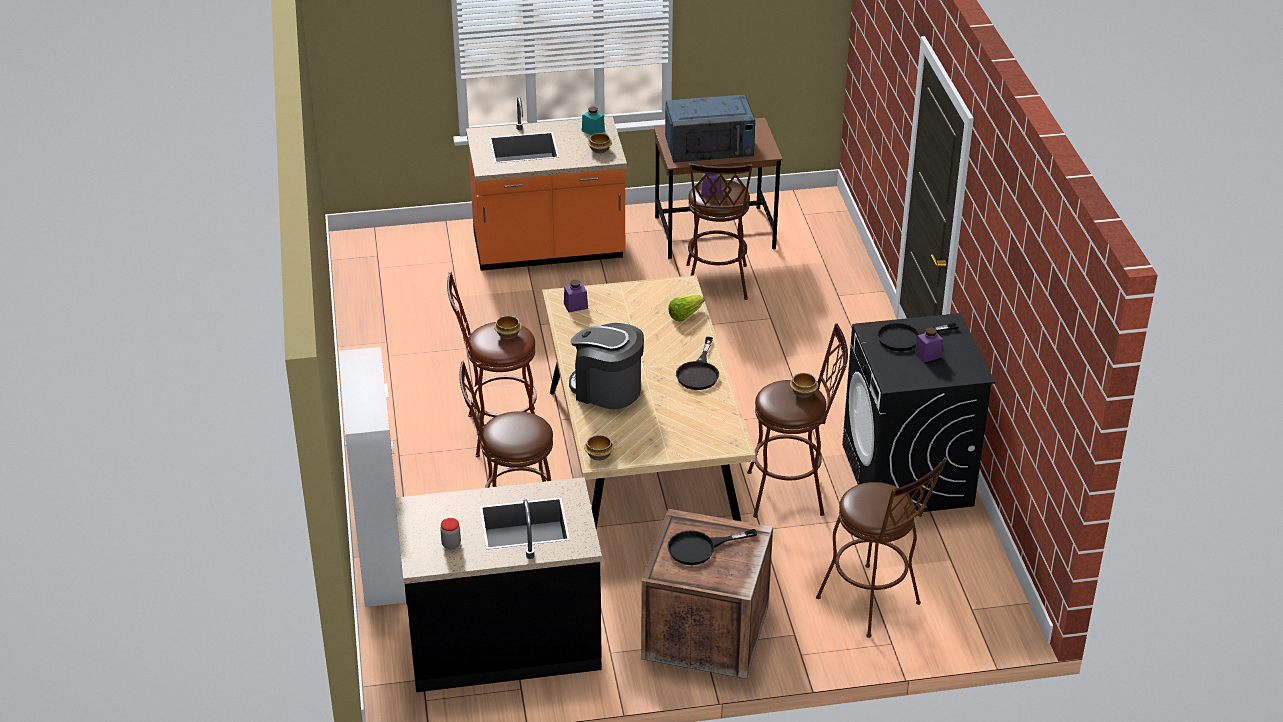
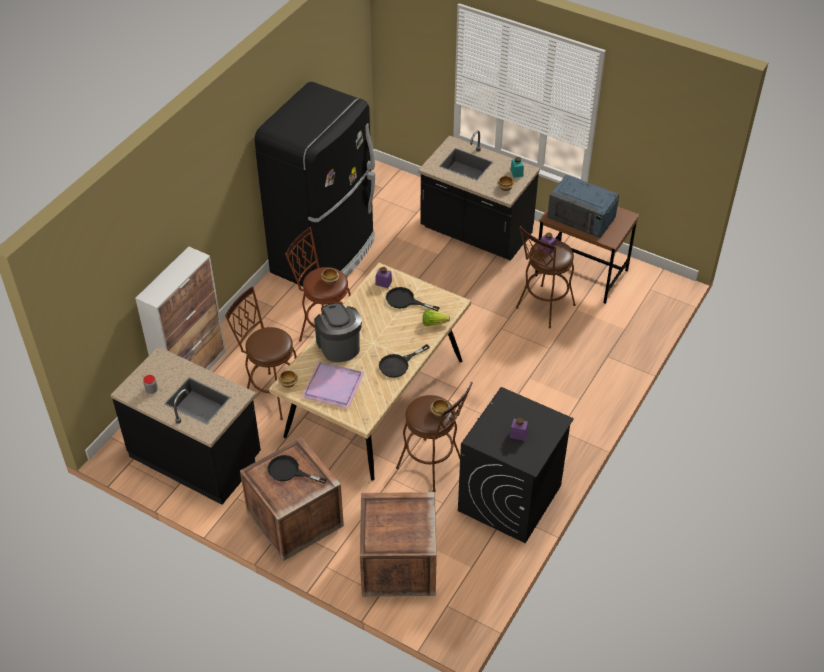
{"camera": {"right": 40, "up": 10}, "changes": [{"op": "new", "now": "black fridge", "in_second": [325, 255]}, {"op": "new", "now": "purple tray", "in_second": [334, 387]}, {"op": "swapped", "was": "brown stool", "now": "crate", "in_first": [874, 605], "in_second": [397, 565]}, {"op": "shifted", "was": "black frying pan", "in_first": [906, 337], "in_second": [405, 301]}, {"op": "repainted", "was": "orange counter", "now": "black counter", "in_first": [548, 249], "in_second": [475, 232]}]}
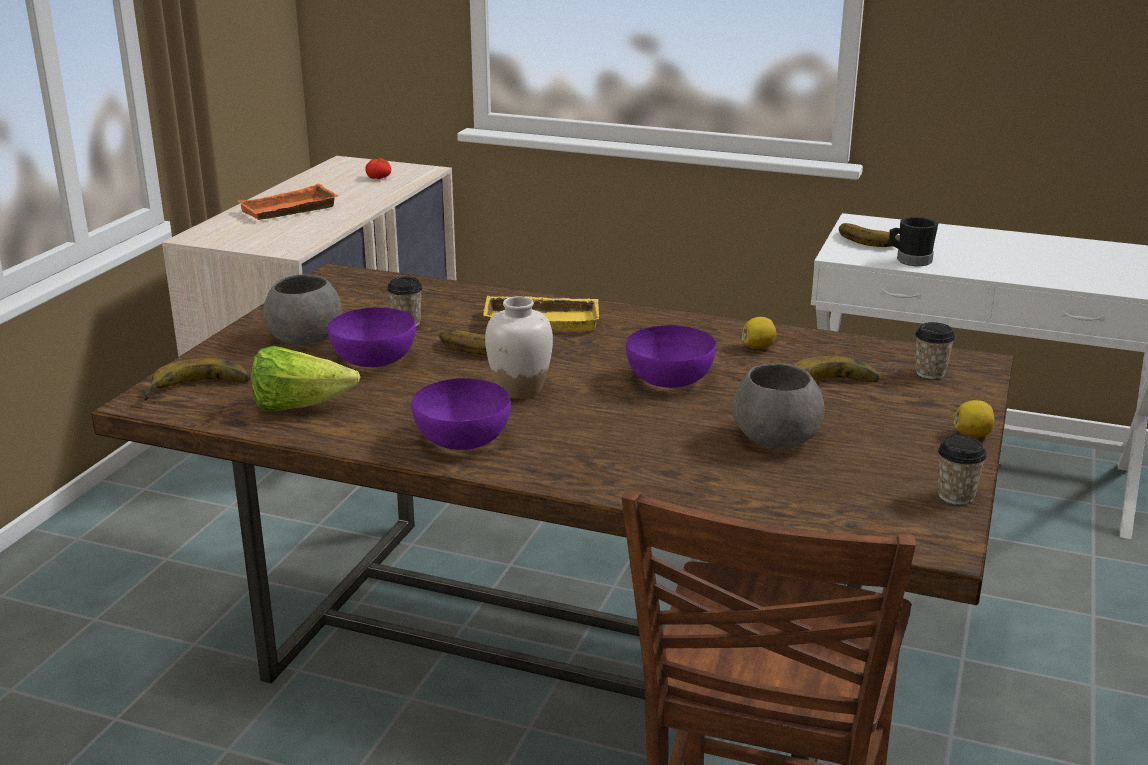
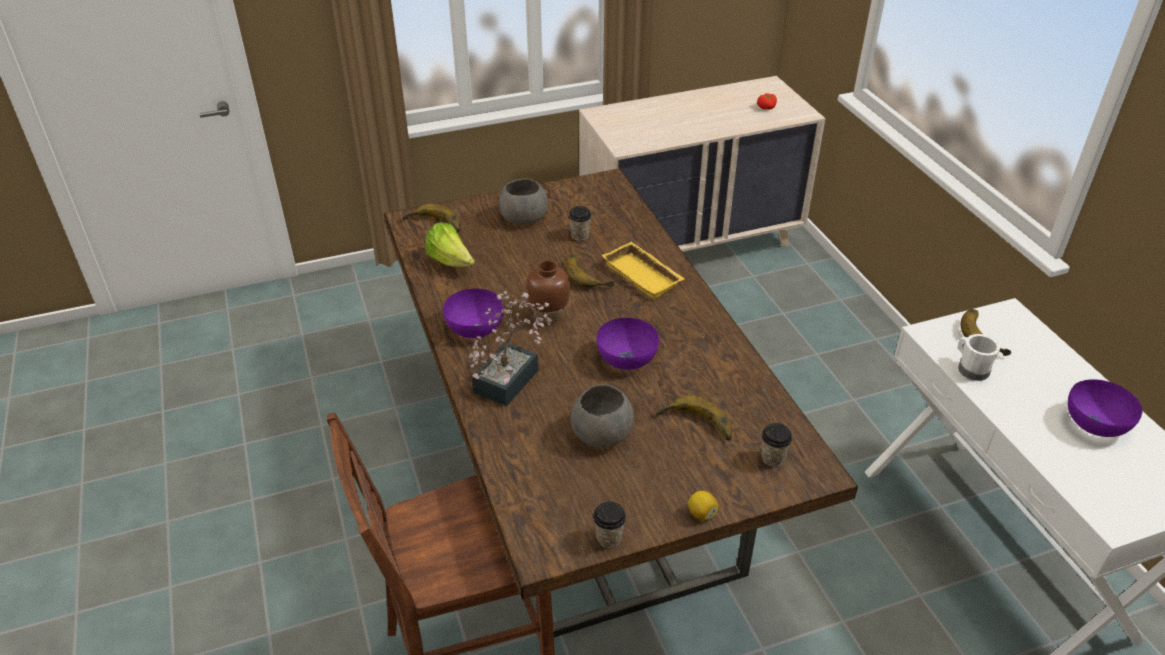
{"camera": {"right": 50, "up": 15}, "changes": [{"op": "new", "now": "potted plant", "in_second": [511, 376]}, {"op": "repainted", "was": "white vase", "now": "brown vase", "in_first": [519, 390], "in_second": [548, 315]}, {"op": "repainted", "was": "black mug", "now": "white mug", "in_first": [910, 260], "in_second": [970, 368]}, {"op": "shifted", "was": "purple bowl", "in_first": [374, 360], "in_second": [1095, 423]}, {"op": "gone", "was": "orange tray", "in_first": [289, 211]}, {"op": "gone", "was": "lemon", "in_first": [758, 347]}]}
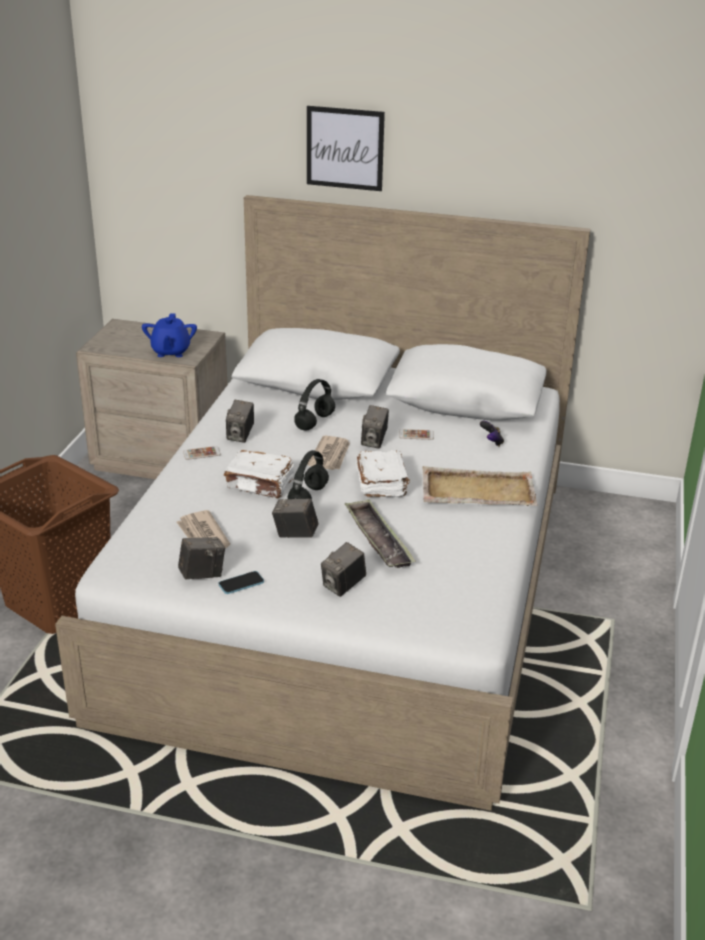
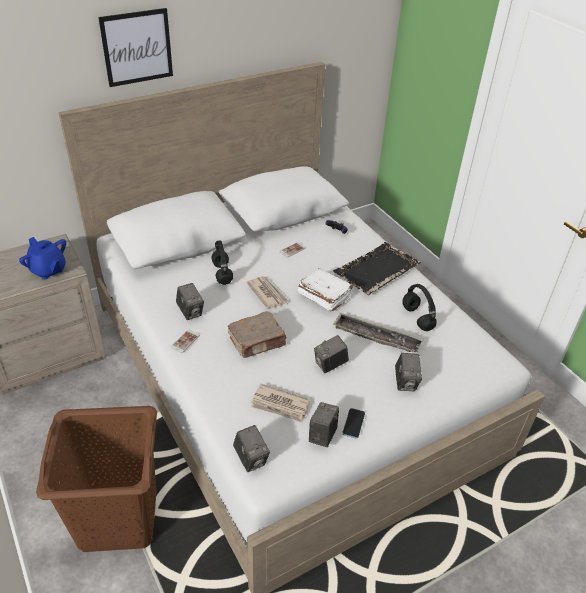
{"camera": {"right": -45, "up": 10}, "changes": [{"op": "repainted", "was": "white book", "now": "brown book", "in_first": [260, 484], "in_second": [257, 342]}, {"op": "shifted", "was": "photo camera", "in_first": [374, 441], "in_second": [251, 458]}, {"op": "repainted", "was": "beige tray", "now": "black tray", "in_first": [476, 491], "in_second": [376, 270]}, {"op": "shifted", "was": "black headphones", "in_first": [308, 497], "in_second": [416, 318]}]}
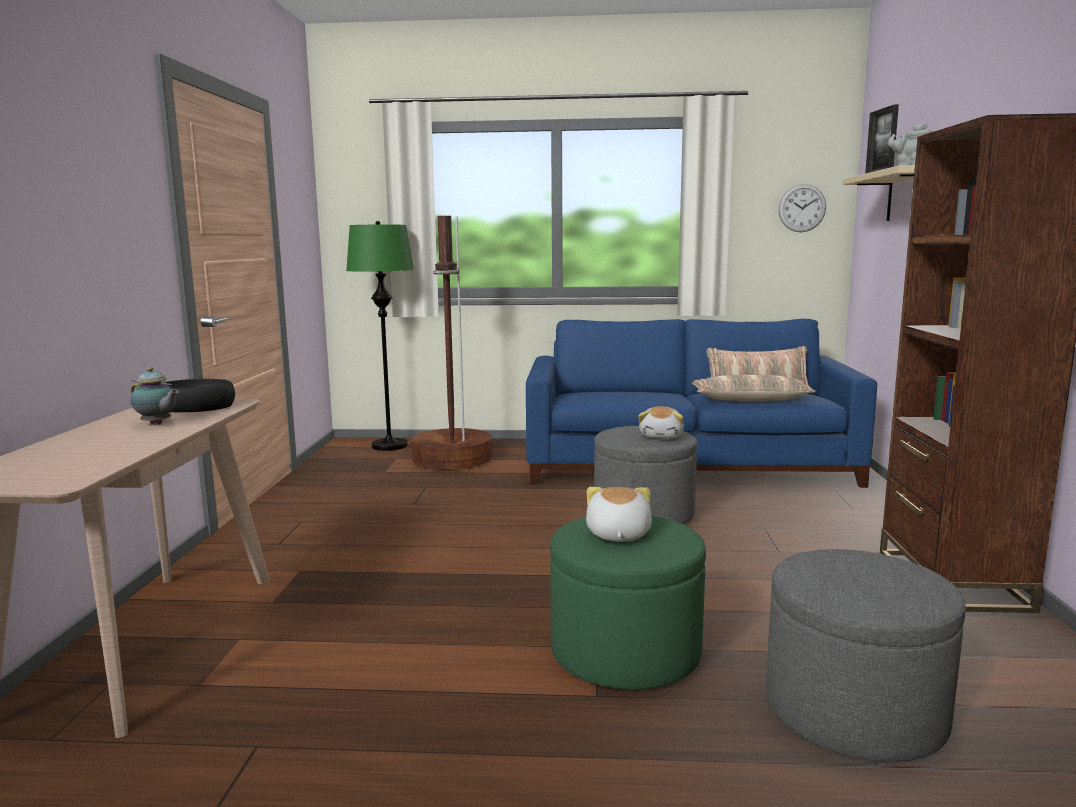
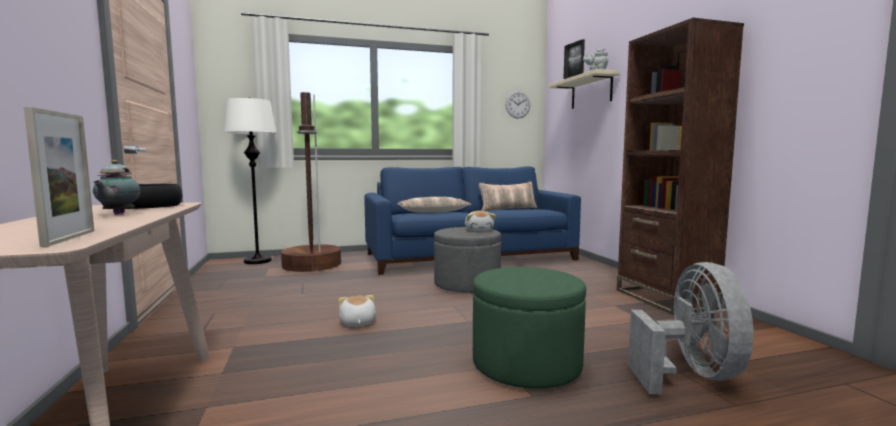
{"camera": {"right": -20, "up": -5}, "changes": [{"op": "new", "now": "picture frame", "in_second": [69, 238]}, {"op": "rotated", "was": "teapot", "in_first": [157, 424], "in_second": [117, 214], "clockwise": 75}, {"op": "repainted", "was": "green floor lamp", "now": "white floor lamp", "in_first": [389, 445], "in_second": [258, 261]}, {"op": "shifted", "was": "plush toy", "in_first": [617, 535], "in_second": [357, 322]}, {"op": "shifted", "was": "pillow", "in_first": [750, 399], "in_second": [433, 212]}, {"op": "swapped", "was": "grey ottoman", "now": "grey fan", "in_first": [853, 710], "in_second": [691, 375]}]}
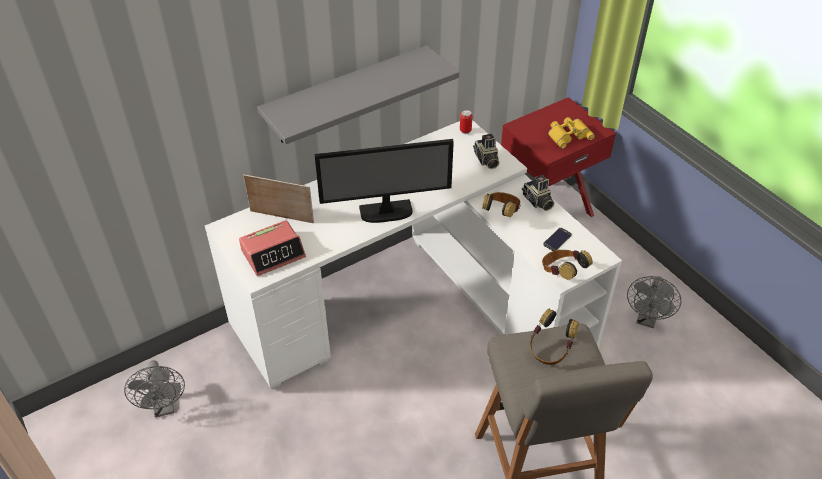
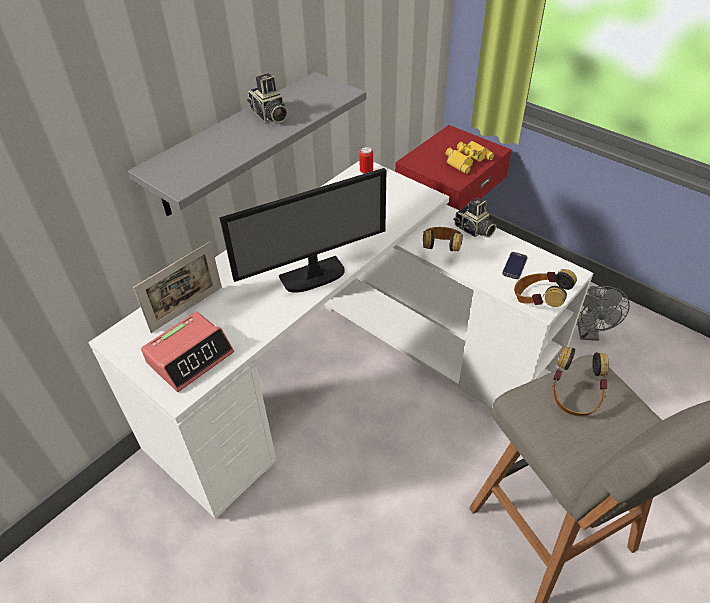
{"camera": {"right": -15, "up": 0}, "changes": [{"op": "rotated", "was": "picture frame", "in_first": [282, 217], "in_second": [187, 309], "clockwise": 135}, {"op": "shifted", "was": "photo camera", "in_first": [486, 160], "in_second": [269, 115]}, {"op": "gone", "was": "grey fan", "in_first": [164, 407]}]}
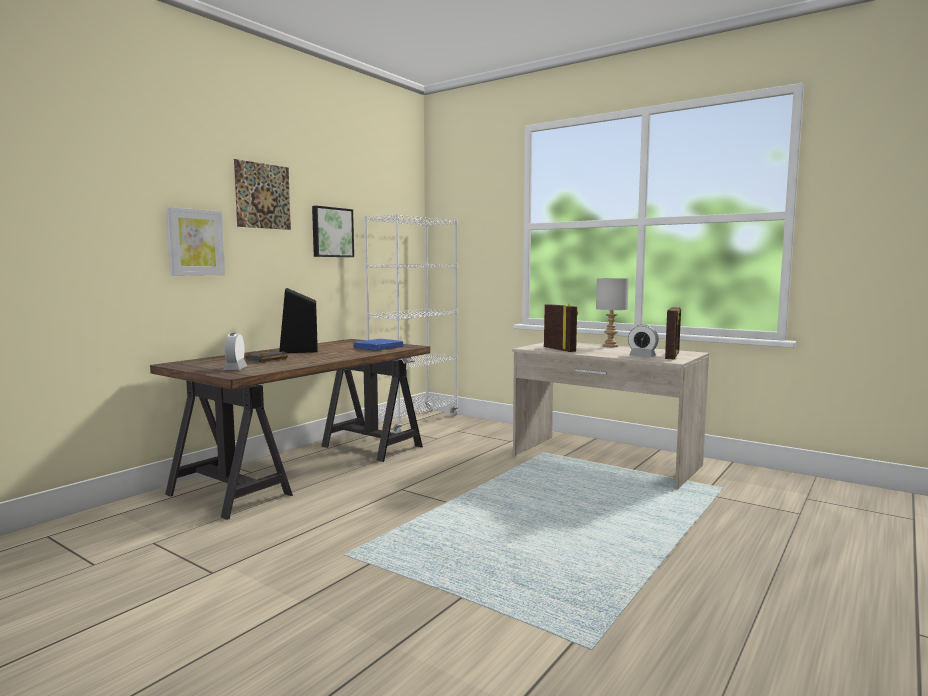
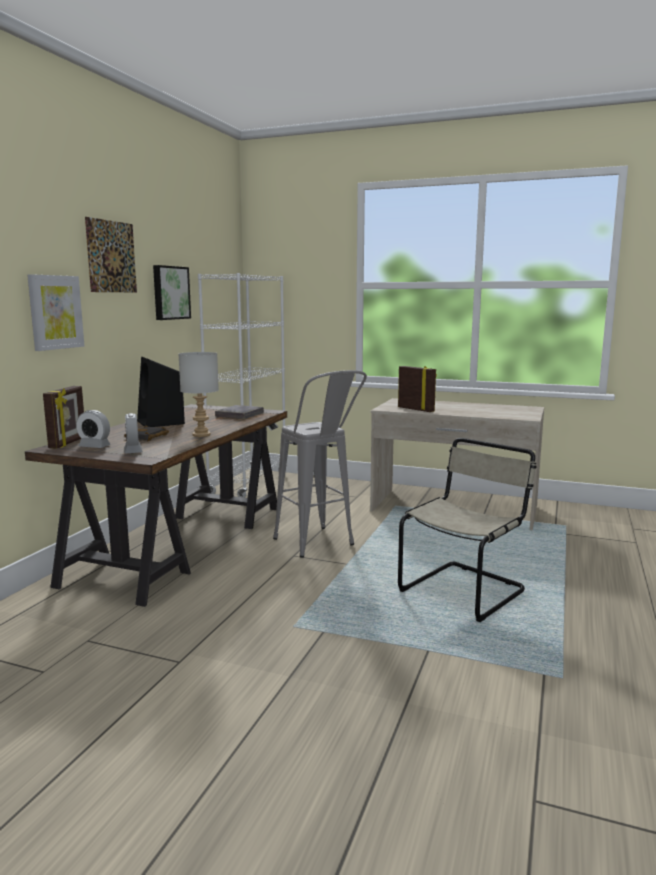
{"camera": {"right": -15, "up": 5}, "changes": [{"op": "shifted", "was": "picture frame", "in_first": [672, 356], "in_second": [68, 443]}, {"op": "shifted", "was": "alarm clock", "in_first": [642, 356], "in_second": [94, 446]}, {"op": "shifted", "was": "grey table lamp", "in_first": [610, 346], "in_second": [201, 435]}, {"op": "repainted", "was": "blue book", "now": "grey book", "in_first": [378, 348], "in_second": [239, 415]}, {"op": "new", "now": "grey stool", "in_second": [319, 546]}, {"op": "new", "now": "beige chair", "in_second": [465, 589]}]}
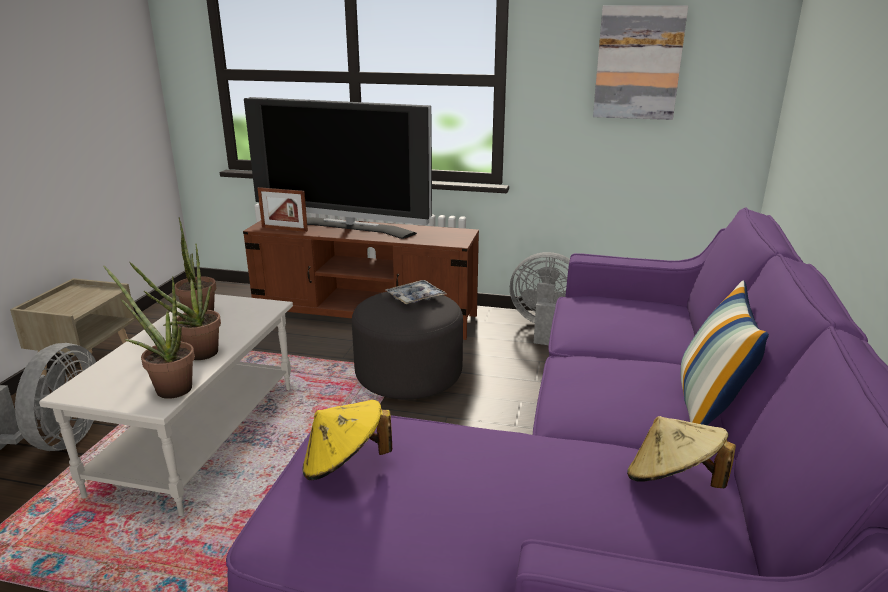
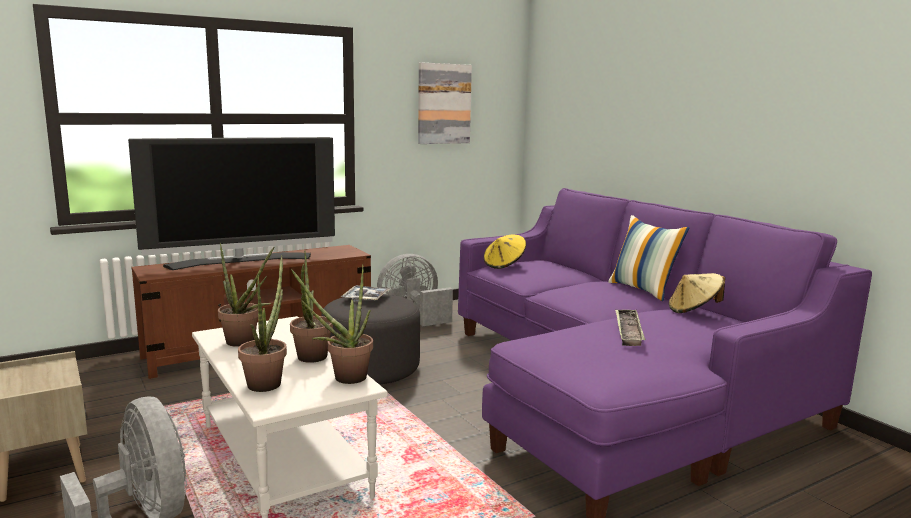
{"camera": {"right": -45, "up": -10}, "changes": [{"op": "new", "now": "potted plant", "in_second": [267, 382]}, {"op": "shifted", "was": "yellow hat", "in_first": [345, 464], "in_second": [504, 265]}, {"op": "new", "now": "tray", "in_second": [628, 331]}, {"op": "gone", "was": "picture frame", "in_first": [284, 229]}]}
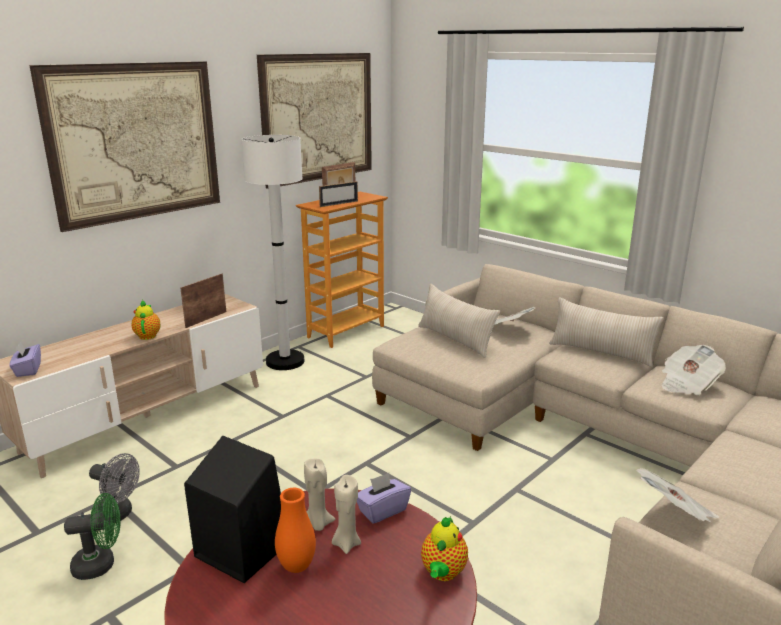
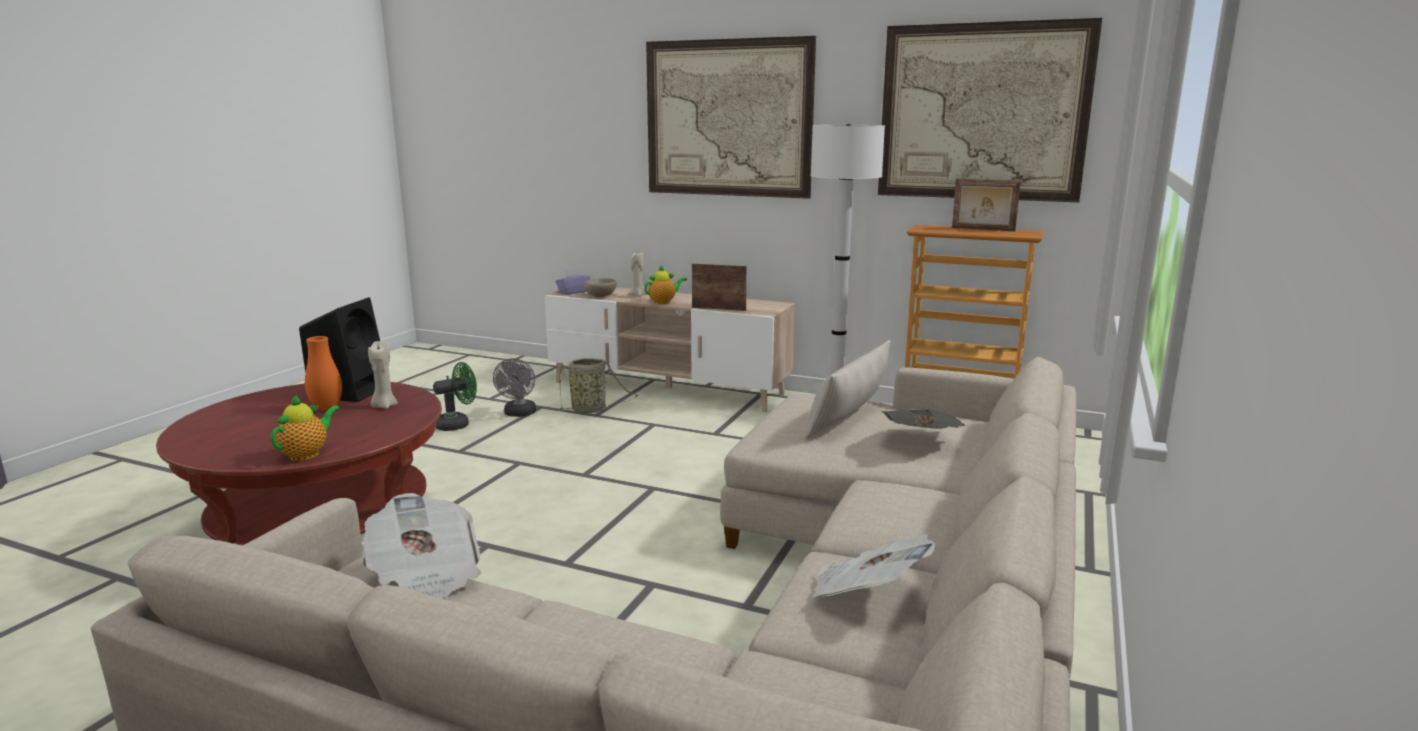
{"camera": {"right": 70, "up": -5}, "changes": [{"op": "rotated", "was": "teapot", "in_first": [443, 573], "in_second": [307, 454], "clockwise": 120}, {"op": "rotated", "was": "green fan", "in_first": [101, 564], "in_second": [458, 424], "clockwise": -90}, {"op": "new", "now": "basket", "in_second": [591, 410]}, {"op": "new", "now": "beige bowl", "in_second": [600, 296]}, {"op": "shifted", "was": "beige candle", "in_first": [346, 543], "in_second": [637, 295]}, {"op": "gone", "was": "picture frame", "in_first": [339, 204]}, {"op": "gone", "was": "purple tissue box", "in_first": [382, 510]}, {"op": "gone", "was": "beige pillow", "in_first": [601, 352]}]}
